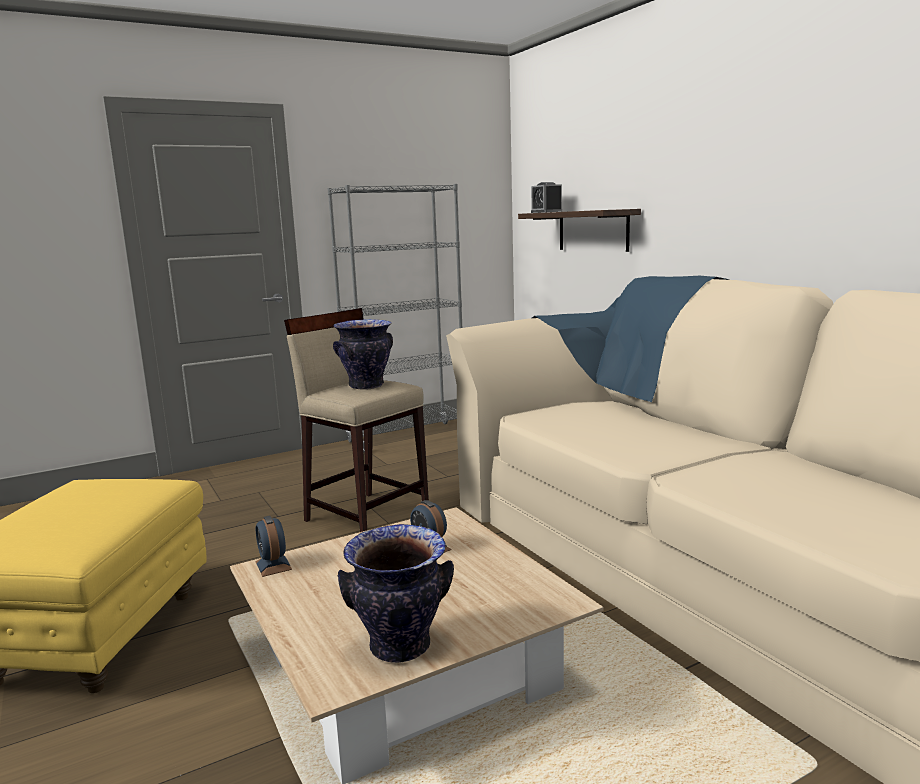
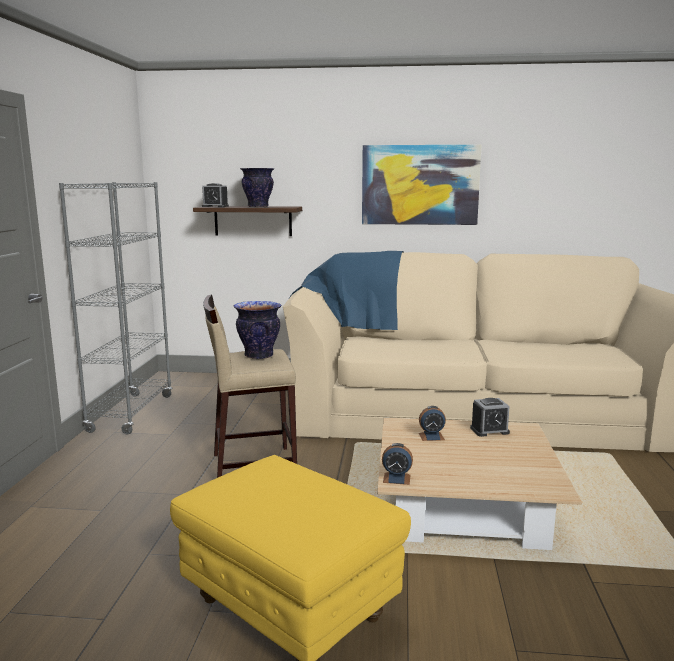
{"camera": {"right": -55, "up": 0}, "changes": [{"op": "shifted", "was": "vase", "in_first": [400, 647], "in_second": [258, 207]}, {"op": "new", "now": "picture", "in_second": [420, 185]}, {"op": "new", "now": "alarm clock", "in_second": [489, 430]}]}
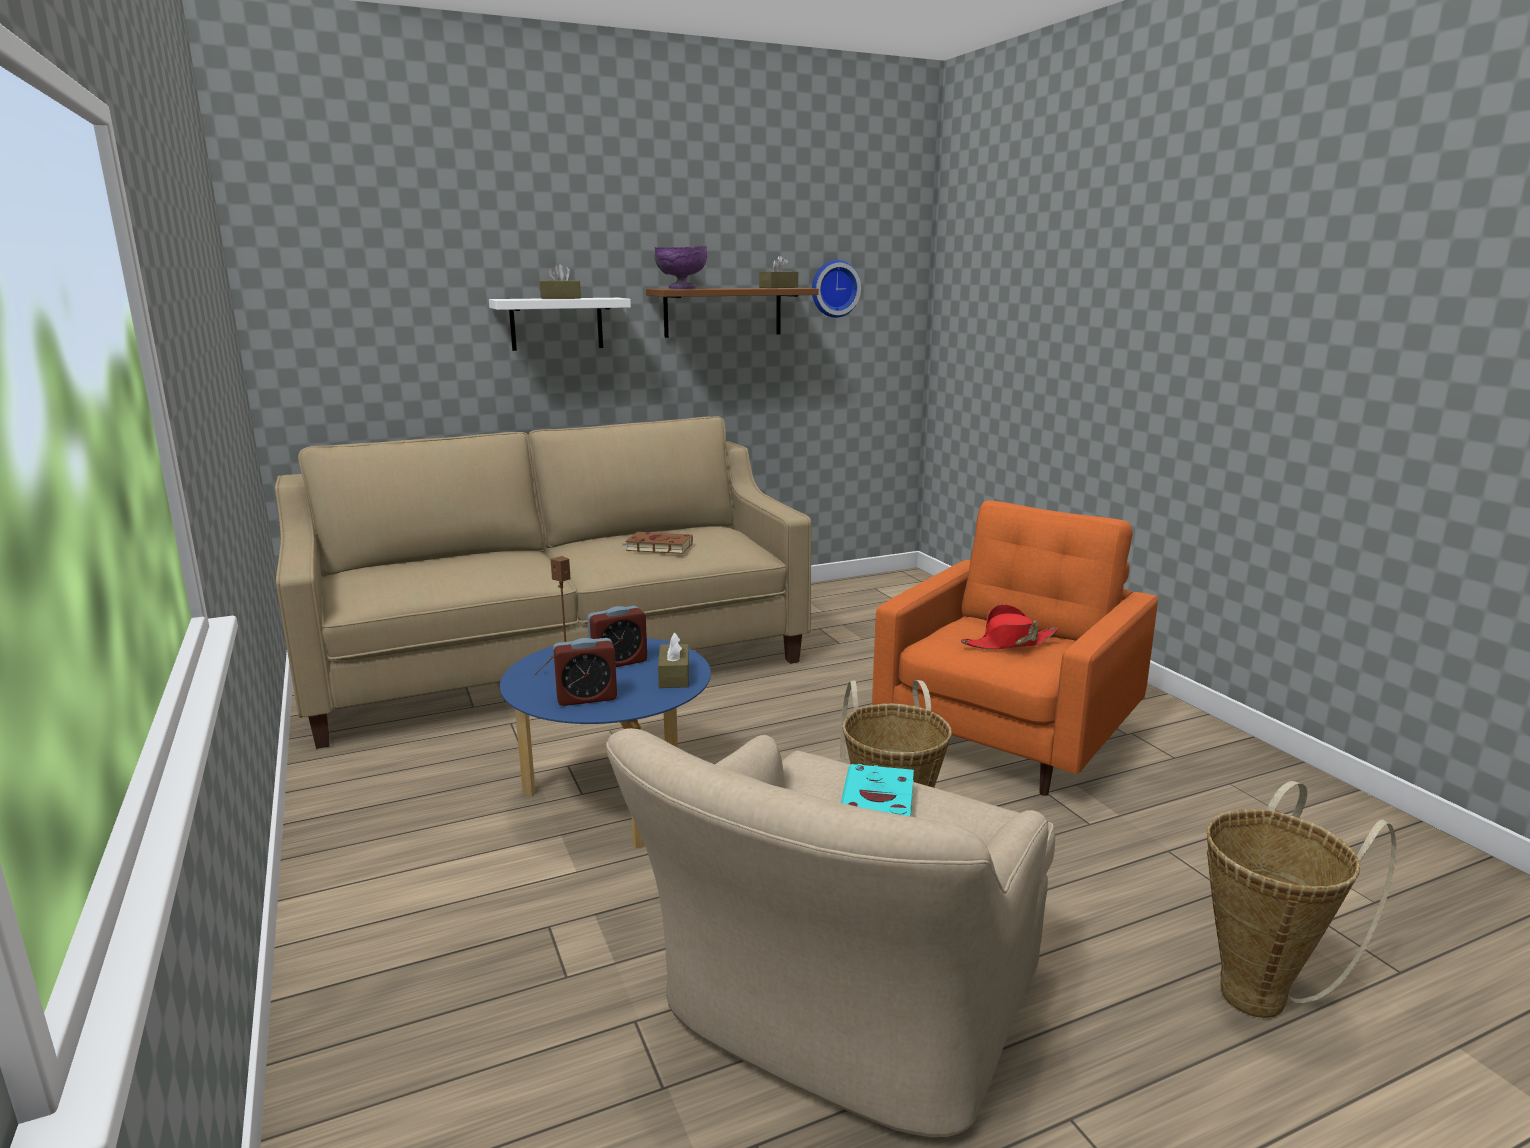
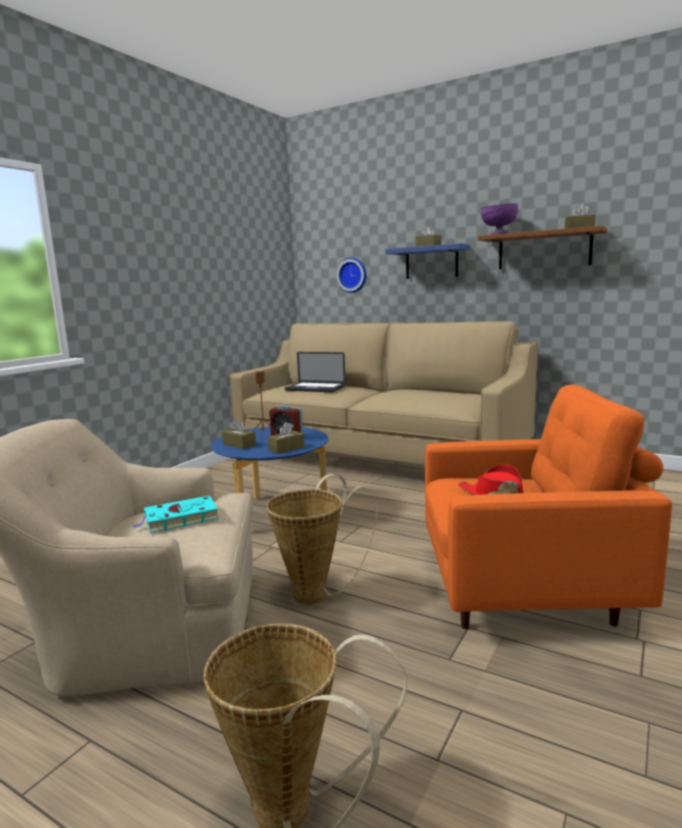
{"camera": {"right": 55, "up": -5}, "changes": [{"op": "swapped", "was": "alarm clock", "now": "brown tissue box", "in_first": [586, 698], "in_second": [239, 444]}, {"op": "new", "now": "laptop", "in_second": [315, 388]}, {"op": "shifted", "was": "wall clock", "in_first": [834, 288], "in_second": [353, 275]}, {"op": "repainted", "was": "white shelf", "now": "blue shelf", "in_first": [556, 323], "in_second": [431, 262]}, {"op": "gone", "was": "brown book", "in_first": [657, 547]}]}
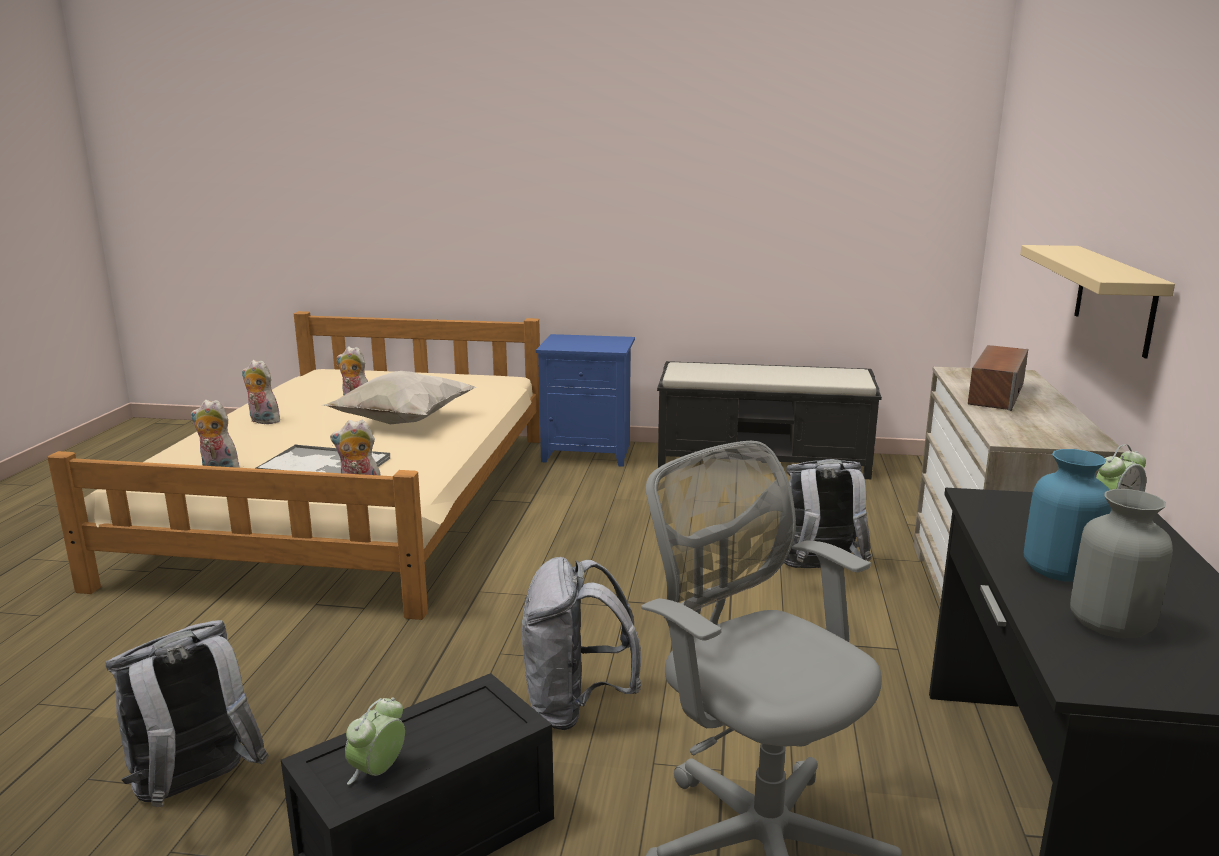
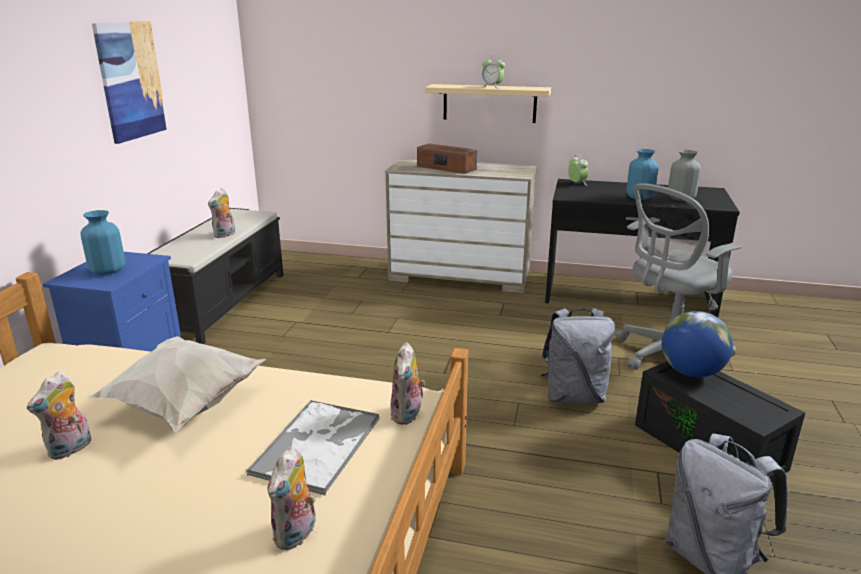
{"camera": {"right": -85, "up": 5}, "changes": [{"op": "new", "now": "blue vase", "in_second": [108, 271]}, {"op": "new", "now": "picture", "in_second": [130, 81]}, {"op": "shifted", "was": "plush toy", "in_first": [262, 421], "in_second": [225, 235]}, {"op": "shifted", "was": "alarm clock", "in_first": [378, 772], "in_second": [492, 87]}, {"op": "new", "now": "globe", "in_second": [691, 372]}, {"op": "gone", "was": "grey backpack", "in_first": [819, 570]}]}
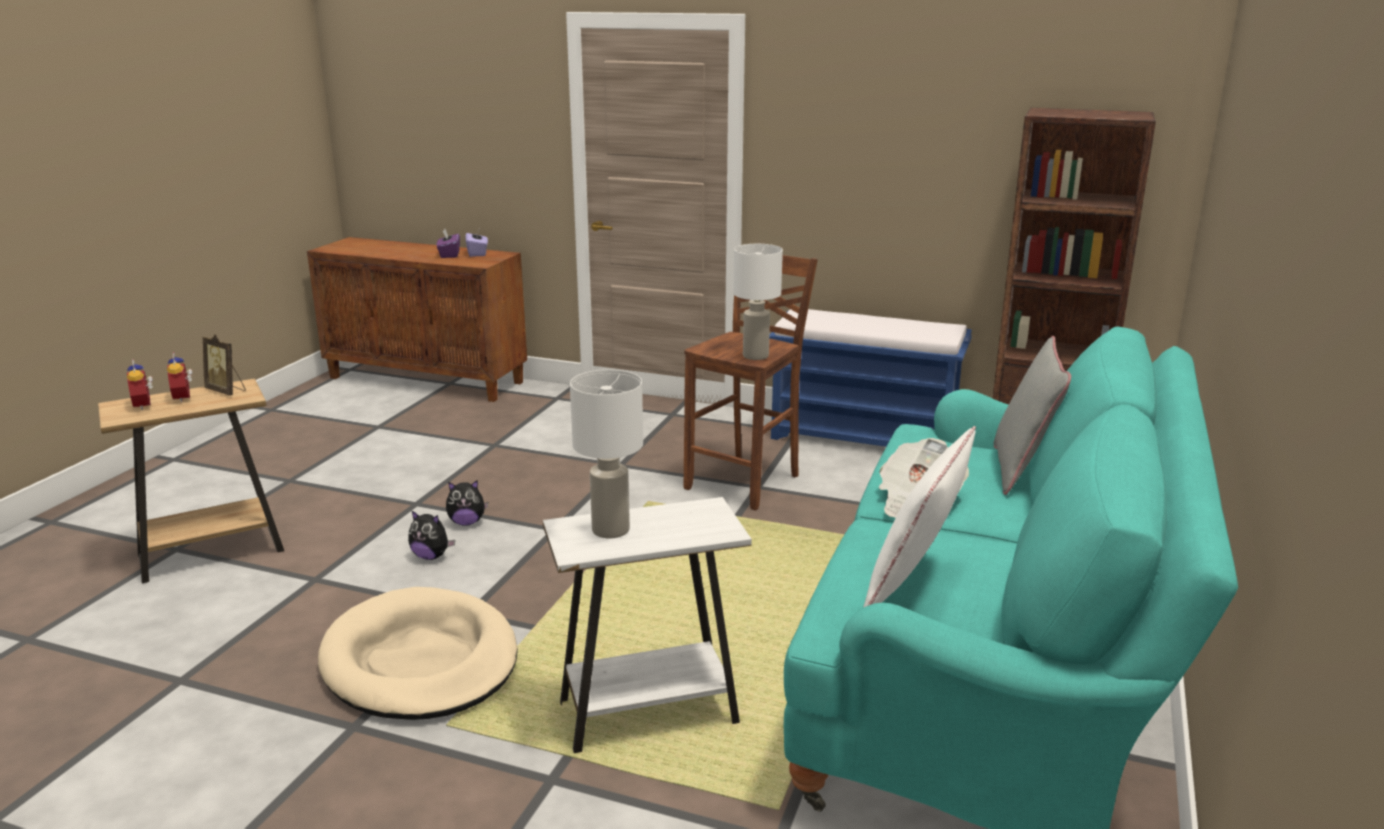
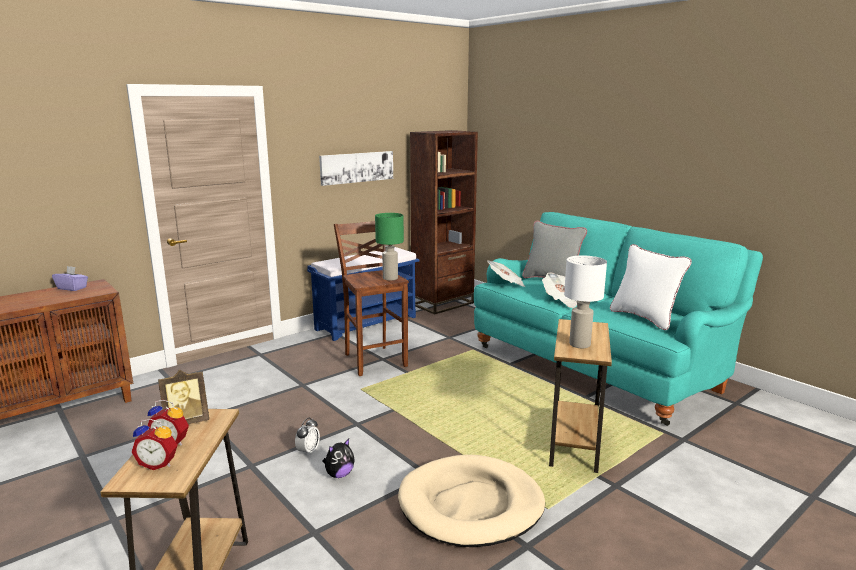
{"camera": {"right": -60, "up": -5}, "changes": [{"op": "swapped", "was": "plush toy", "now": "alarm clock", "in_first": [467, 522], "in_second": [308, 451]}, {"op": "new", "now": "picture", "in_second": [357, 167]}, {"op": "repainted", "was": "white table lamp", "now": "green table lamp", "in_first": [755, 356], "in_second": [390, 278]}, {"op": "new", "now": "newspaper", "in_second": [506, 283]}, {"op": "repainted", "was": "white side table", "now": "brown side table", "in_first": [648, 713], "in_second": [574, 444]}, {"op": "gone", "was": "purple tissue box", "in_first": [449, 255]}]}
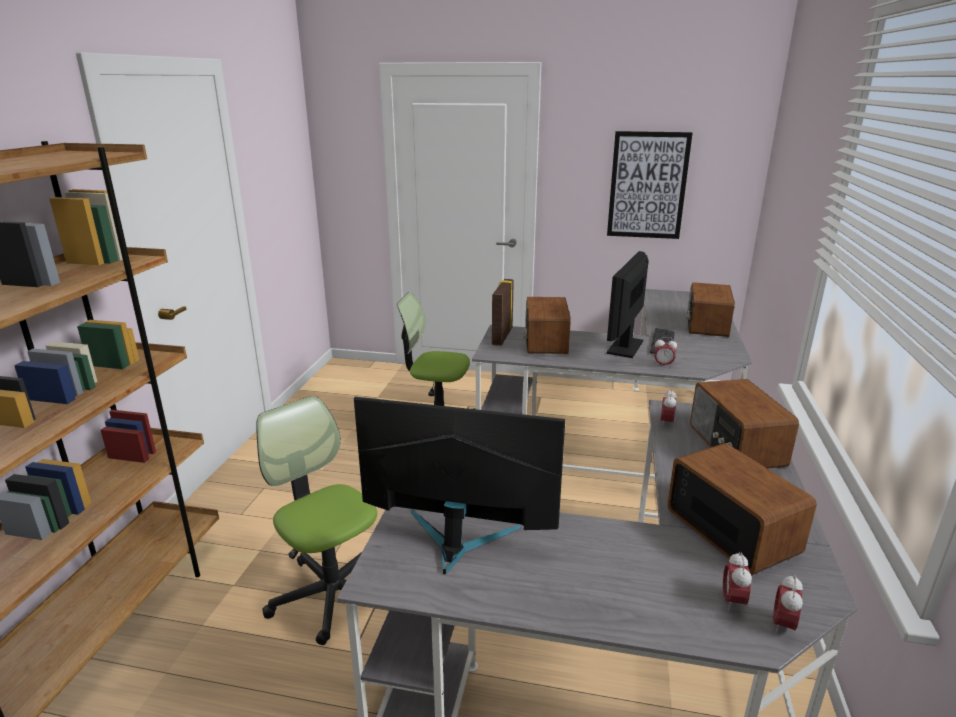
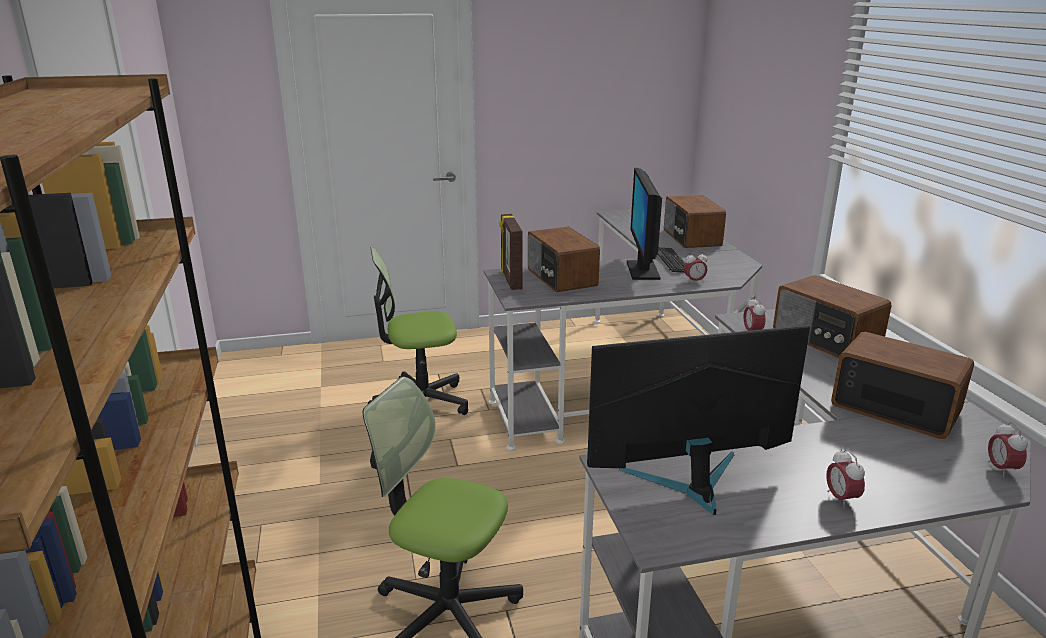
{"camera": {"right": -25, "up": 0}, "changes": [{"op": "shifted", "was": "alarm clock", "in_first": [732, 601], "in_second": [841, 499]}, {"op": "gone", "was": "picture", "in_first": [647, 185]}]}
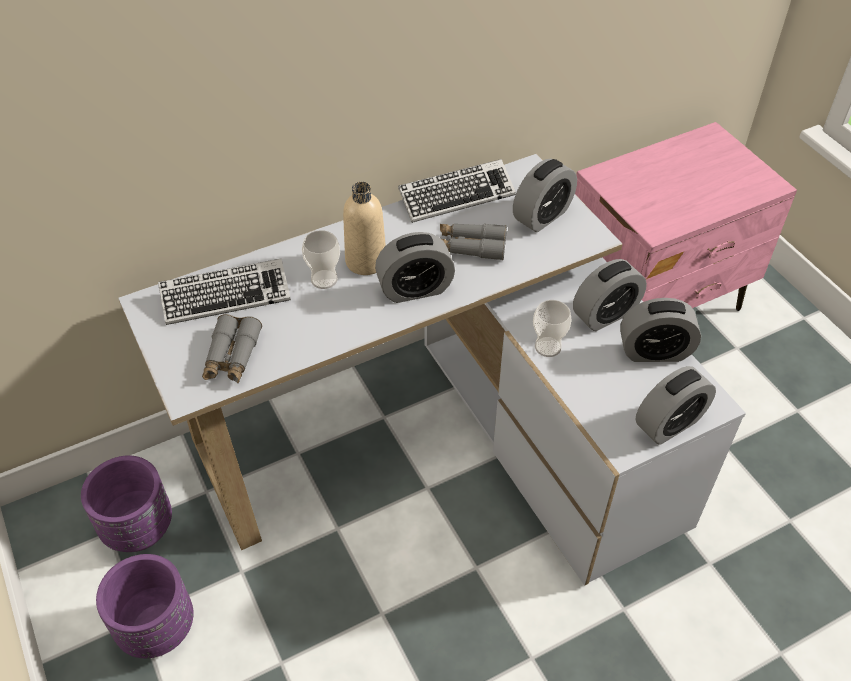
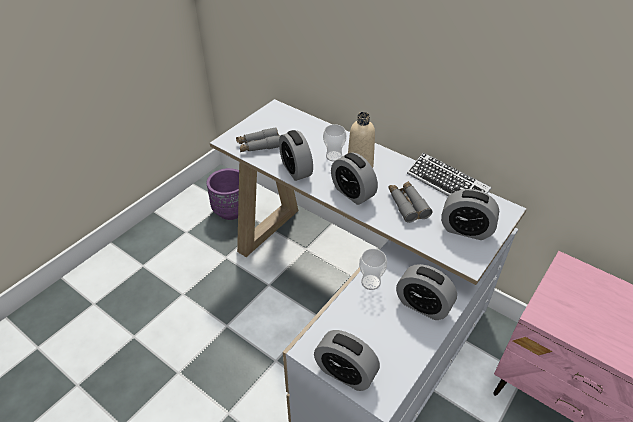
{"camera": {"right": 65, "up": -5}, "changes": [{"op": "shifted", "was": "alarm clock", "in_first": [654, 351], "in_second": [296, 170]}, {"op": "gone", "was": "purple planter", "in_first": [157, 628]}, {"op": "gone", "was": "keyboard", "in_first": [226, 297]}]}
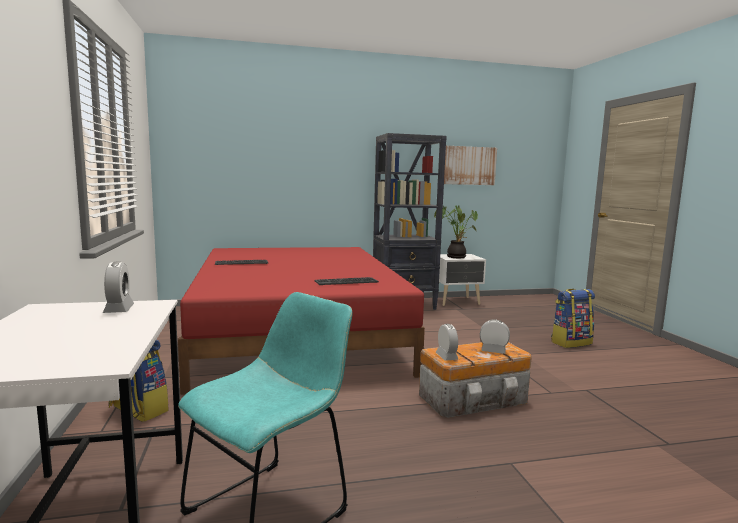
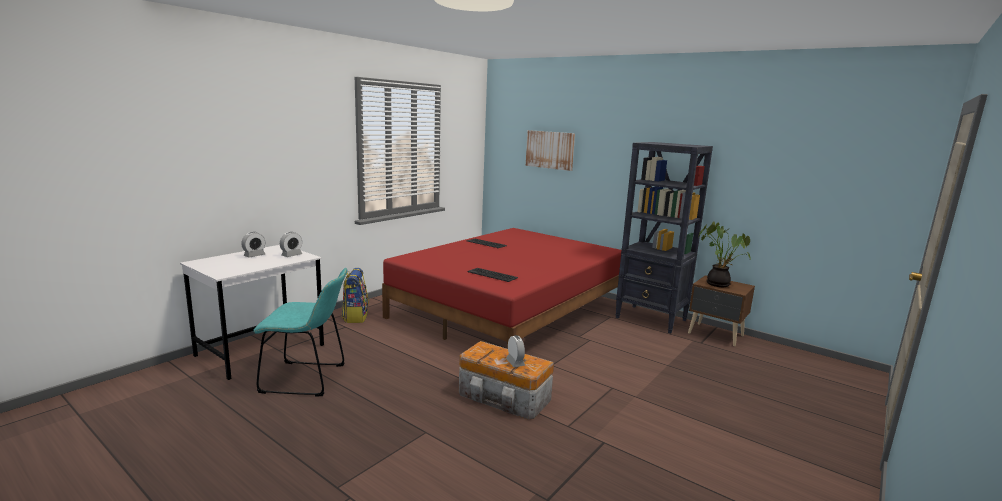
{"camera": {"right": 50, "up": 5}, "changes": [{"op": "shifted", "was": "alarm clock", "in_first": [446, 356], "in_second": [254, 255]}, {"op": "shifted", "was": "picture", "in_first": [468, 165], "in_second": [550, 150]}, {"op": "repainted", "was": "white nightstand", "now": "brown nightstand", "in_first": [457, 302], "in_second": [716, 335]}, {"op": "gone", "was": "backpack", "in_first": [570, 342]}]}
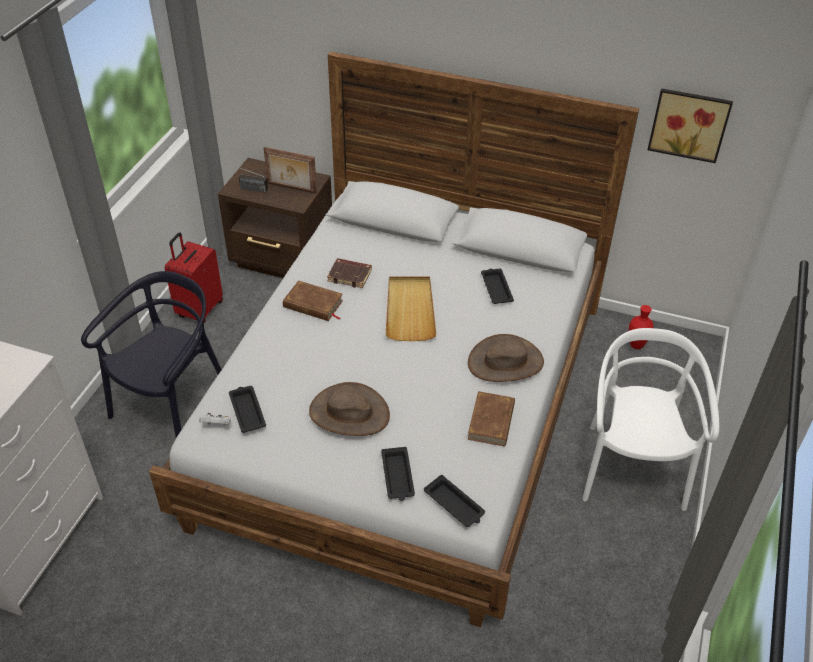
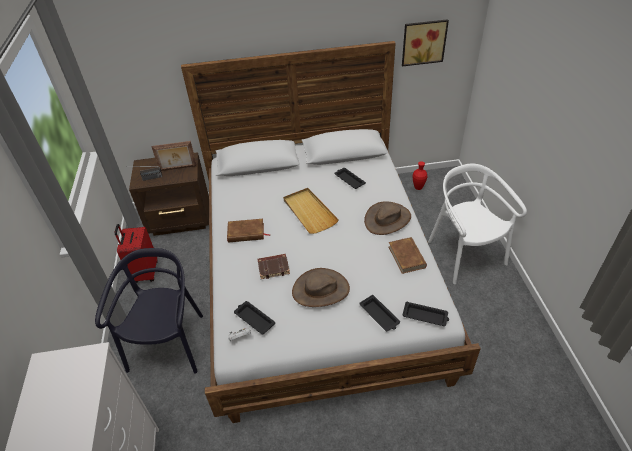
{"camera": {"right": -25, "up": 0}, "changes": [{"op": "shifted", "was": "brown book", "in_first": [350, 275], "in_second": [274, 267]}]}
